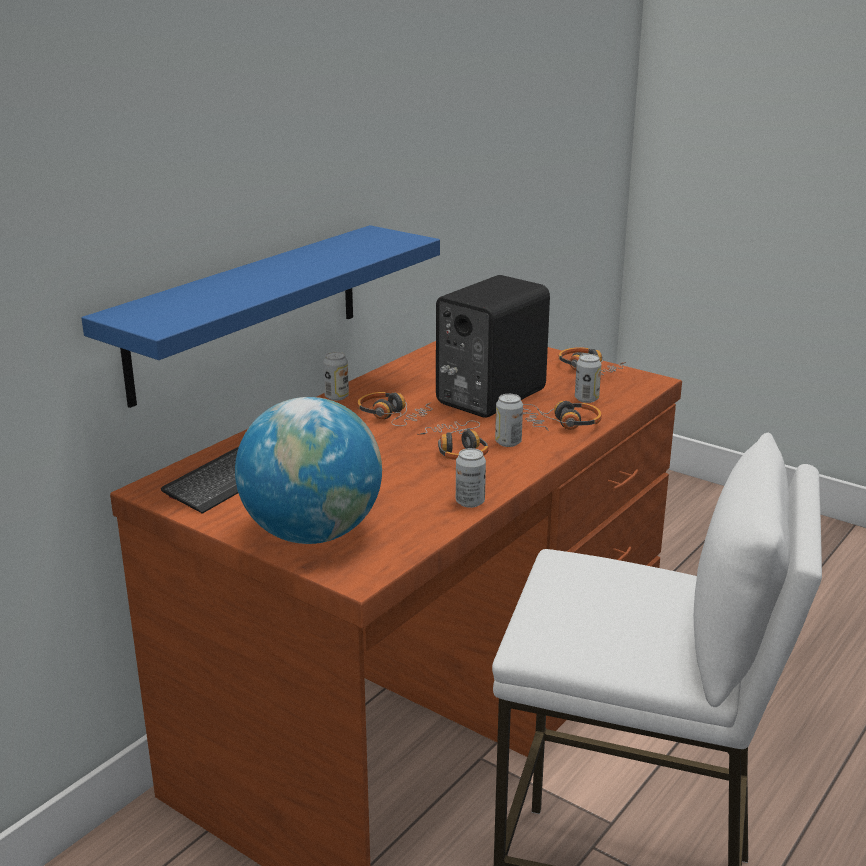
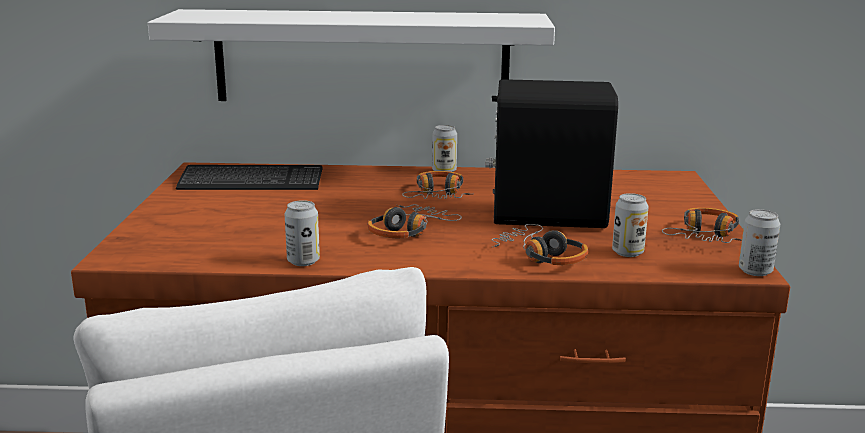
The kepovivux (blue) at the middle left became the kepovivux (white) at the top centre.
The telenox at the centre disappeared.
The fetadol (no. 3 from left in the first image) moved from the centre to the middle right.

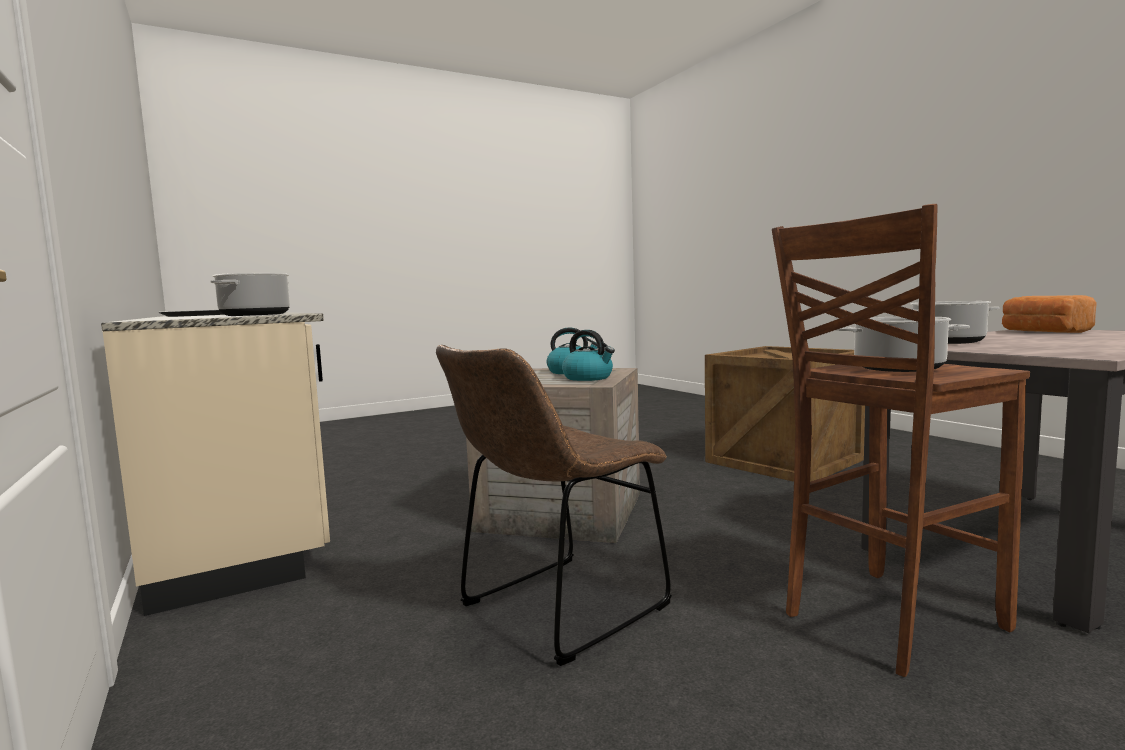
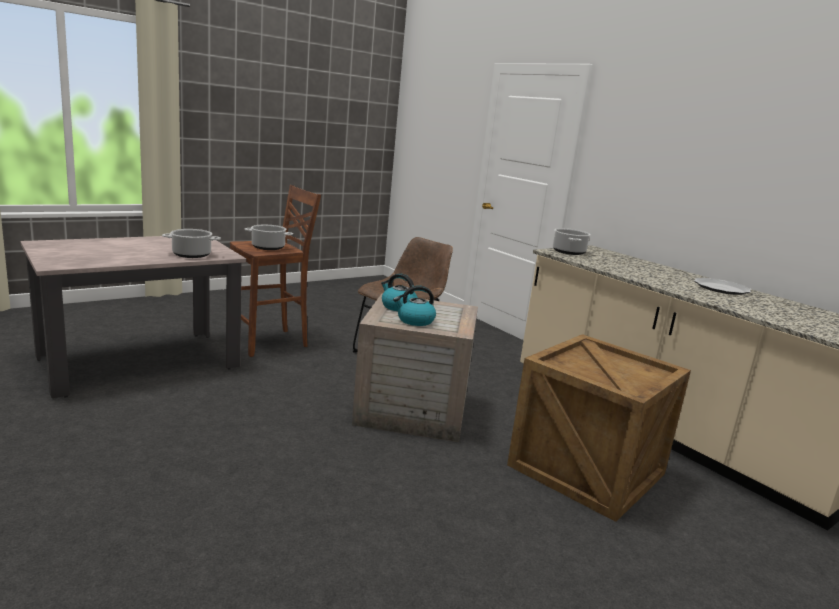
The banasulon (no. 2 from left) moved from the middle right to the bottom right.
The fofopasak at the middle right disappeared.

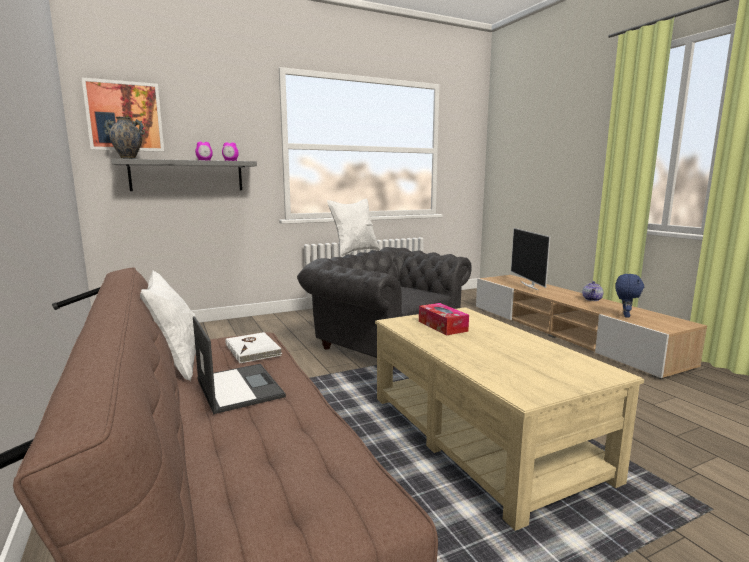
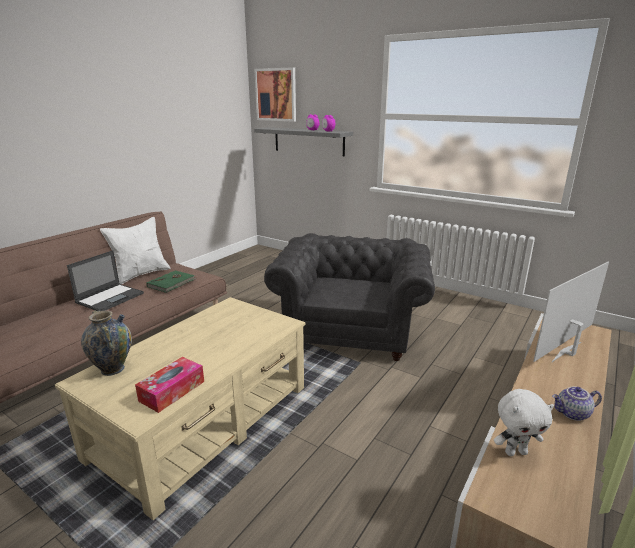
The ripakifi moved from the top left to the middle left.
The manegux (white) at the centre became the manegux (green) at the middle left.
The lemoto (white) (no. 2 from left) at the centre disappeared.
The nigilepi moved from the centre to the bottom left.
The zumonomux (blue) at the middle right became the zumonomux (white) at the bottom right.

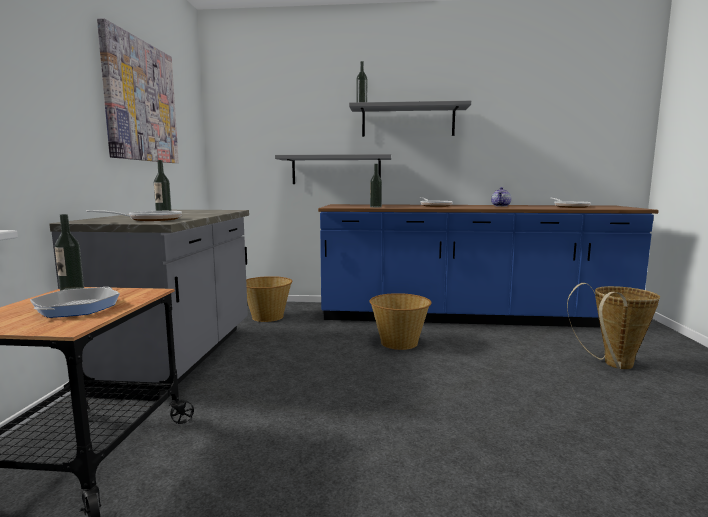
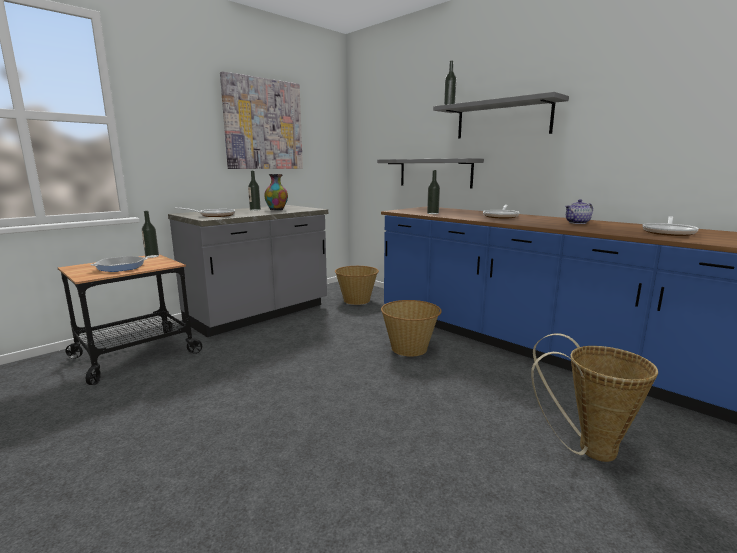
The ripakifi at the centre appeared.

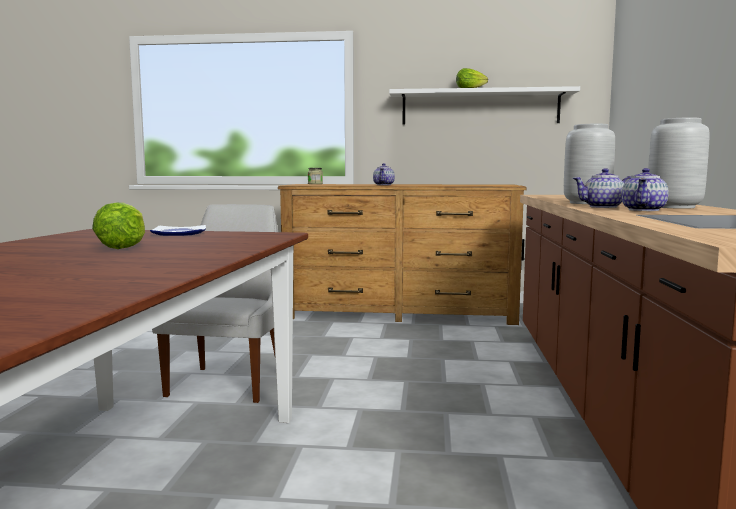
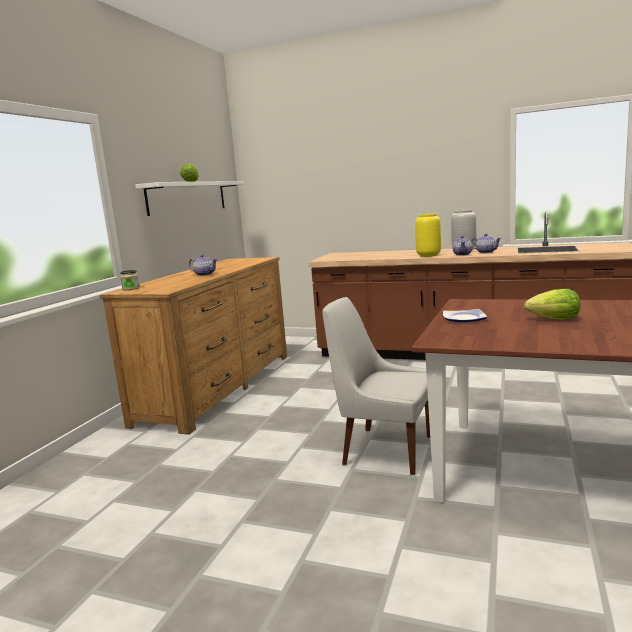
The ripakifi (grey) (no. 1 from left) at the top right became the ripakifi (yellow) at the middle right.

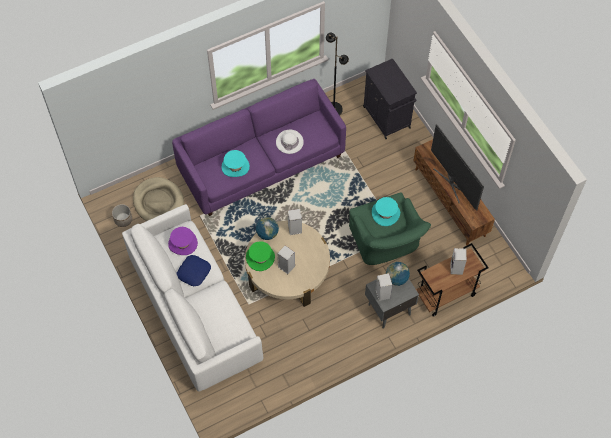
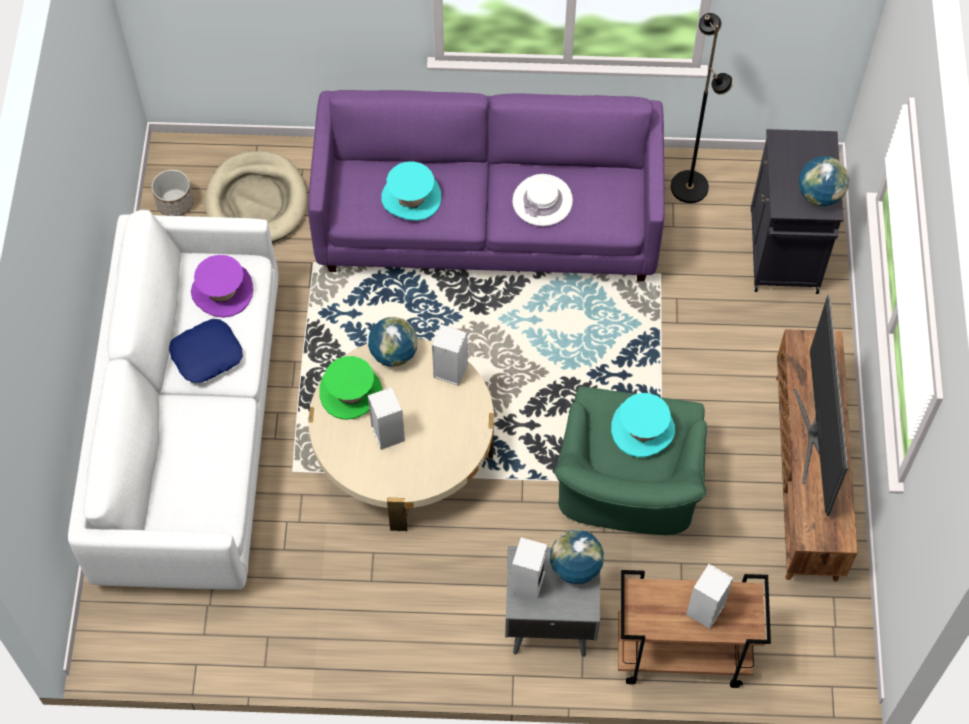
The telenox (no. 3 from left) at the top right appeared.

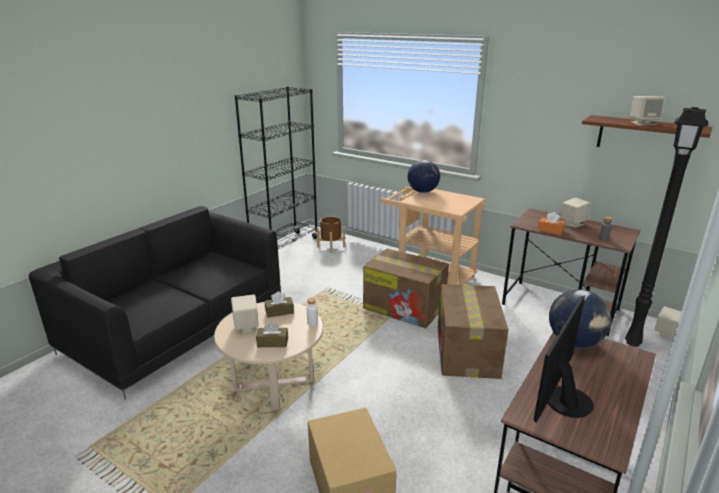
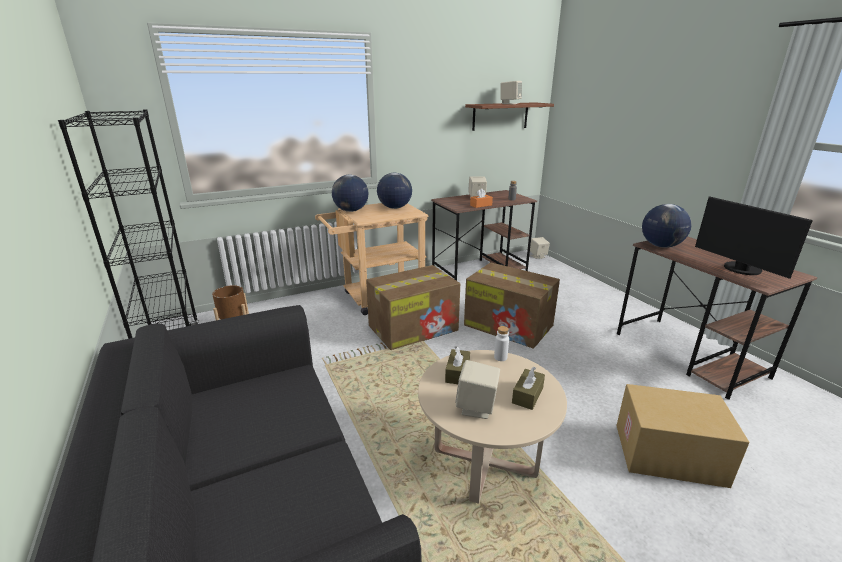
The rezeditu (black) at the middle right disappeared.
The telenox (no. 2 from left) at the centre appeared.

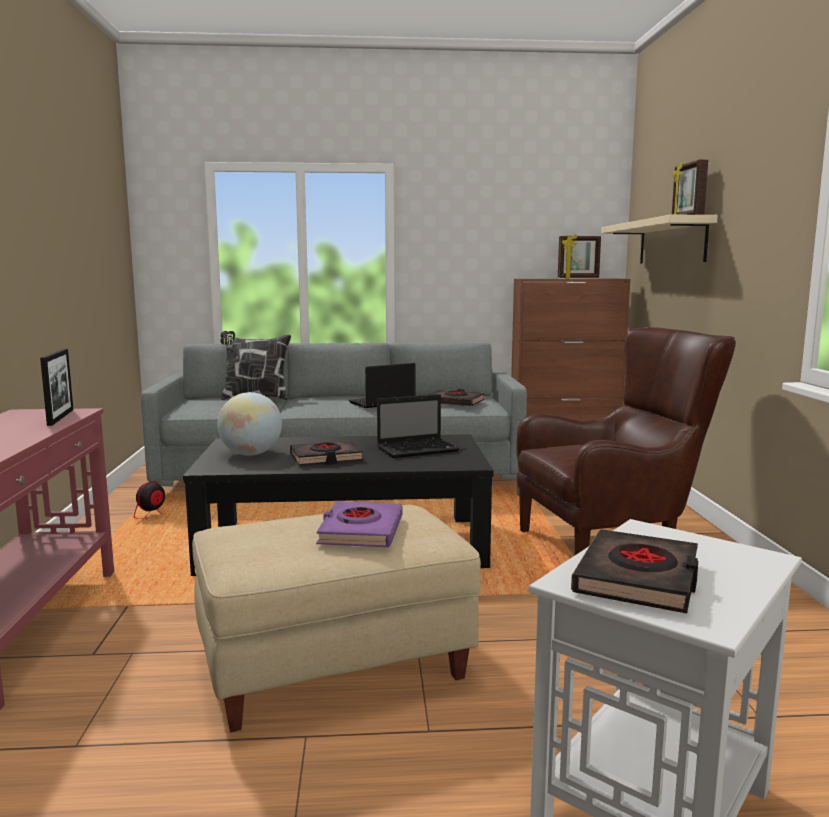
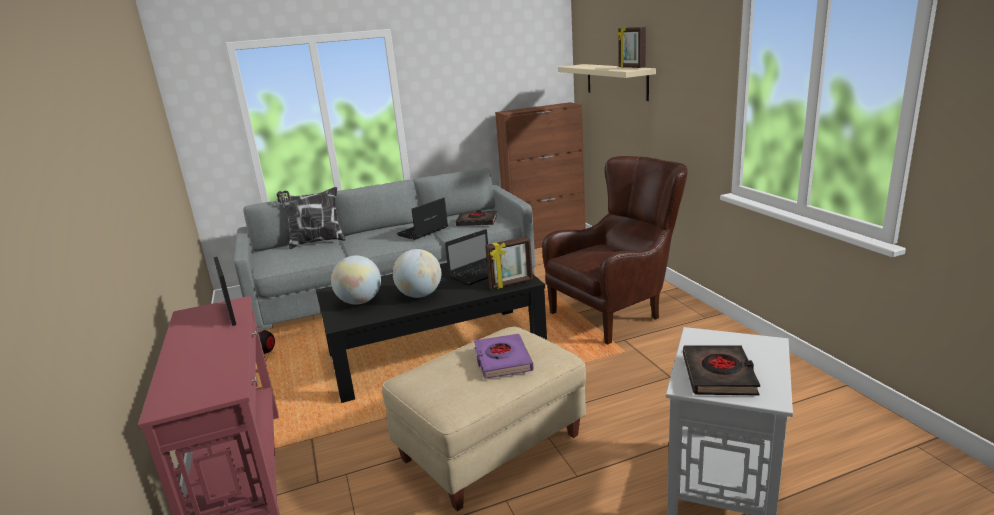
The manegux (black) (no. 1 from left) at the centre was replaced by the telenox (no. 2 from left) at the centre.
The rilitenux (no. 2 from left) moved from the top right to the centre.

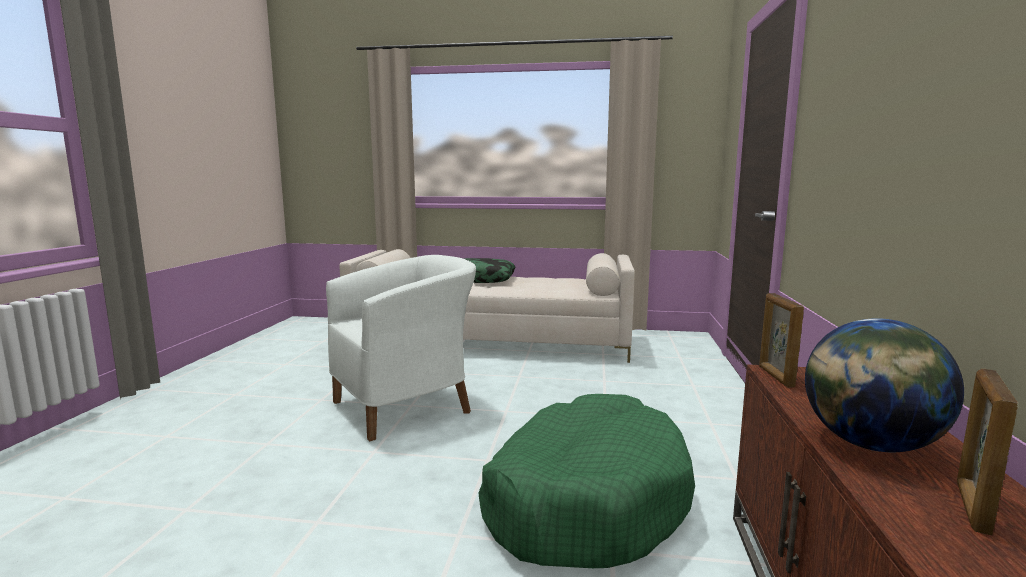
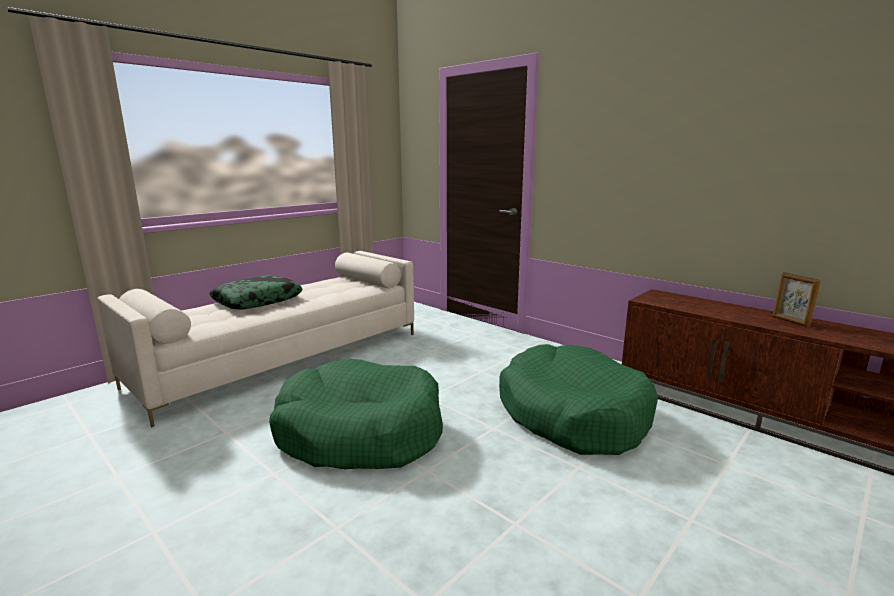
The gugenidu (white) at the centre was replaced by the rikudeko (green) (no. 1 from left) at the bottom centre.
The rilitenux (no. 1 from left) at the middle right disappeared.
The telenox at the bottom right disappeared.

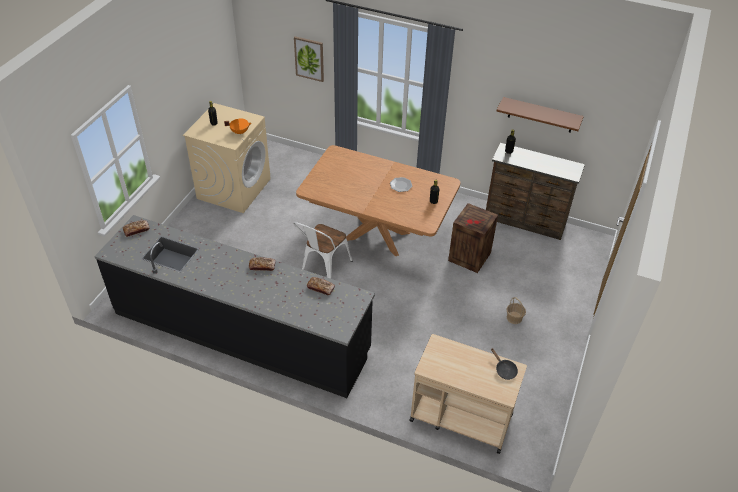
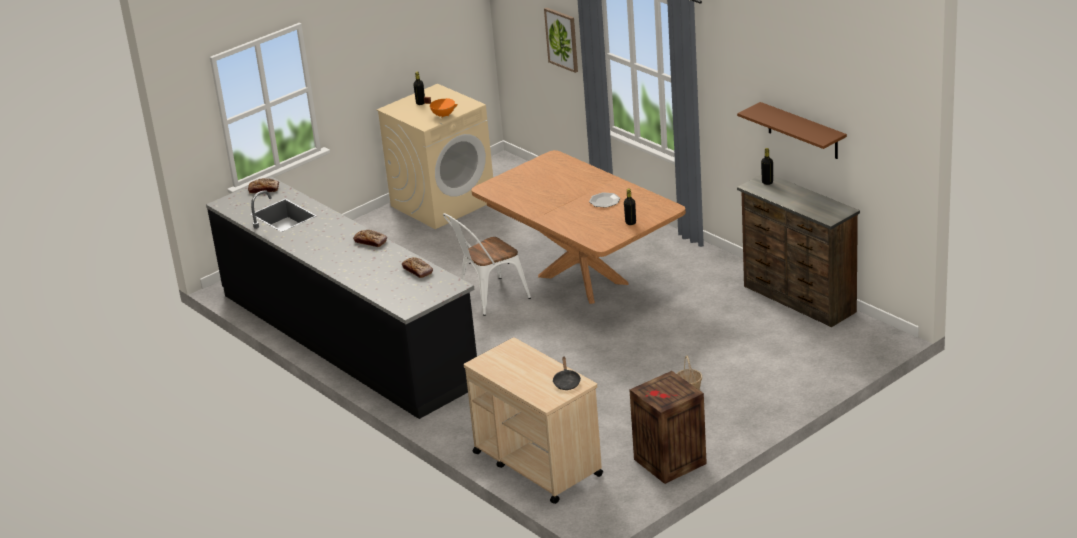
The banasulon moved from the centre to the bottom centre.

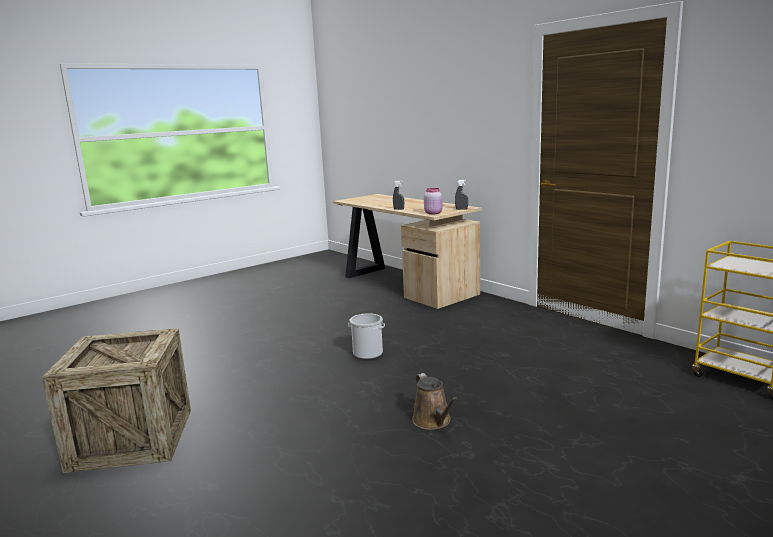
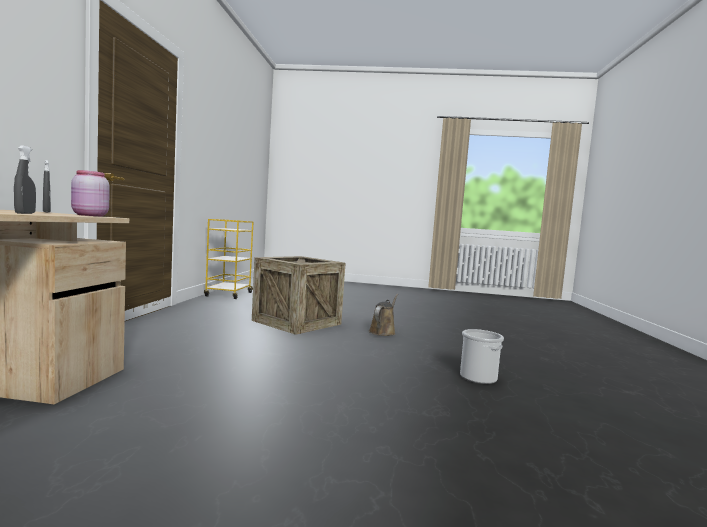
The banasulon moved from the bottom left to the centre.
The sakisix moved from the centre to the bottom right.

